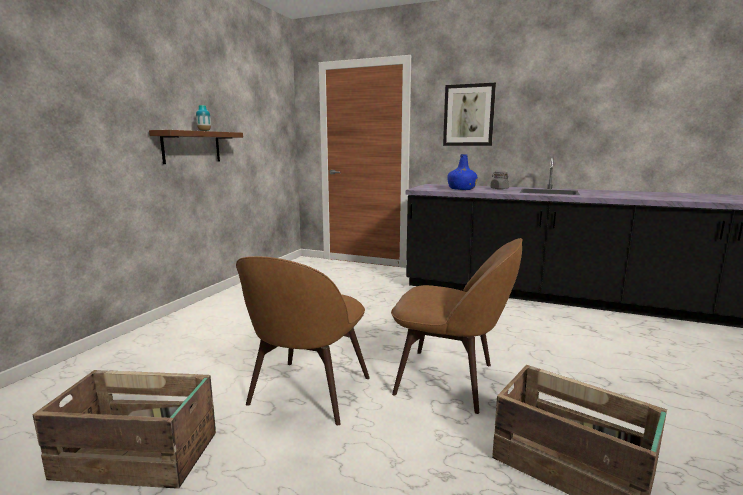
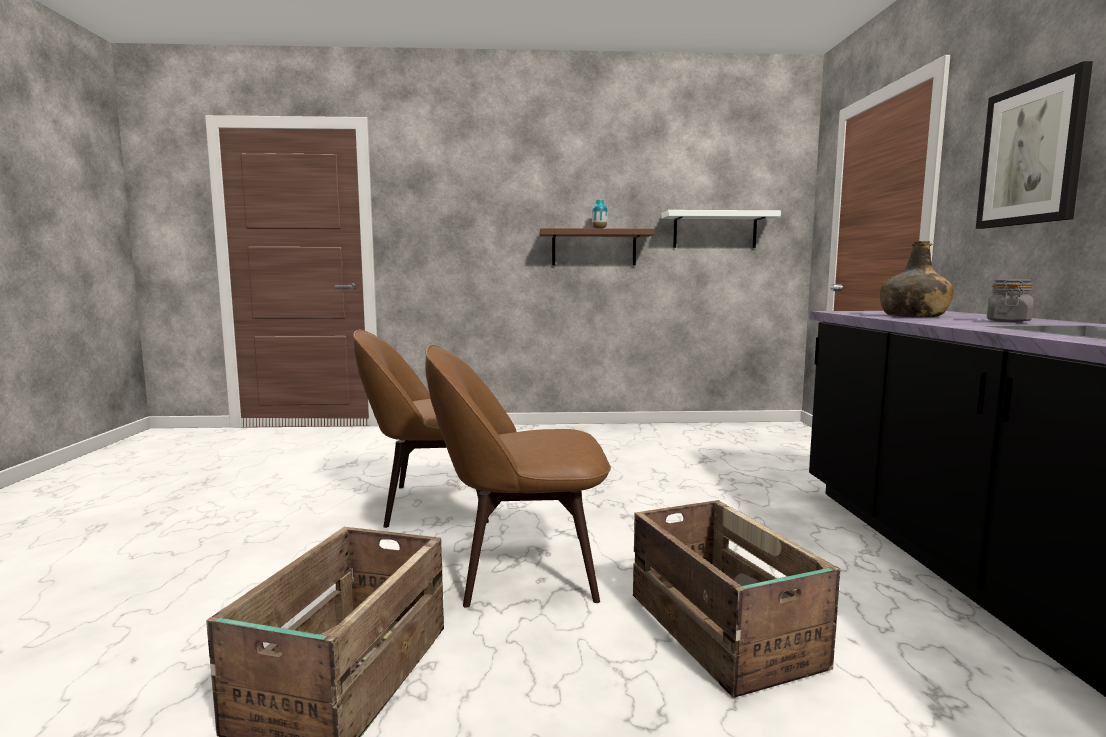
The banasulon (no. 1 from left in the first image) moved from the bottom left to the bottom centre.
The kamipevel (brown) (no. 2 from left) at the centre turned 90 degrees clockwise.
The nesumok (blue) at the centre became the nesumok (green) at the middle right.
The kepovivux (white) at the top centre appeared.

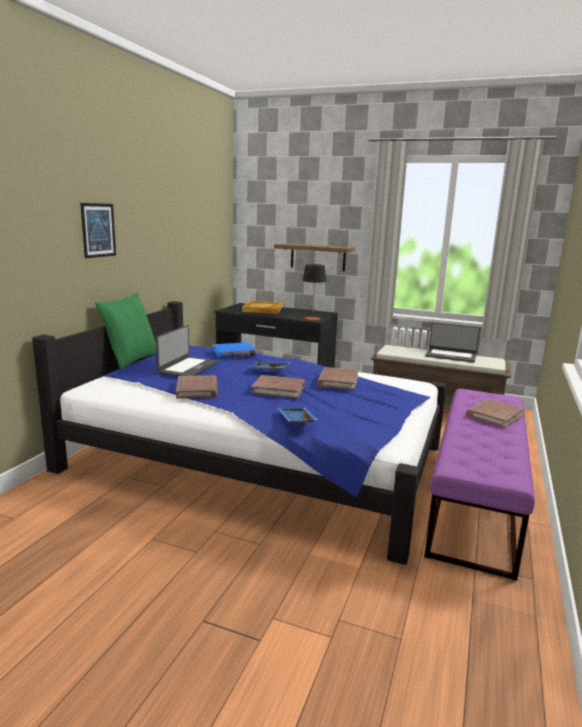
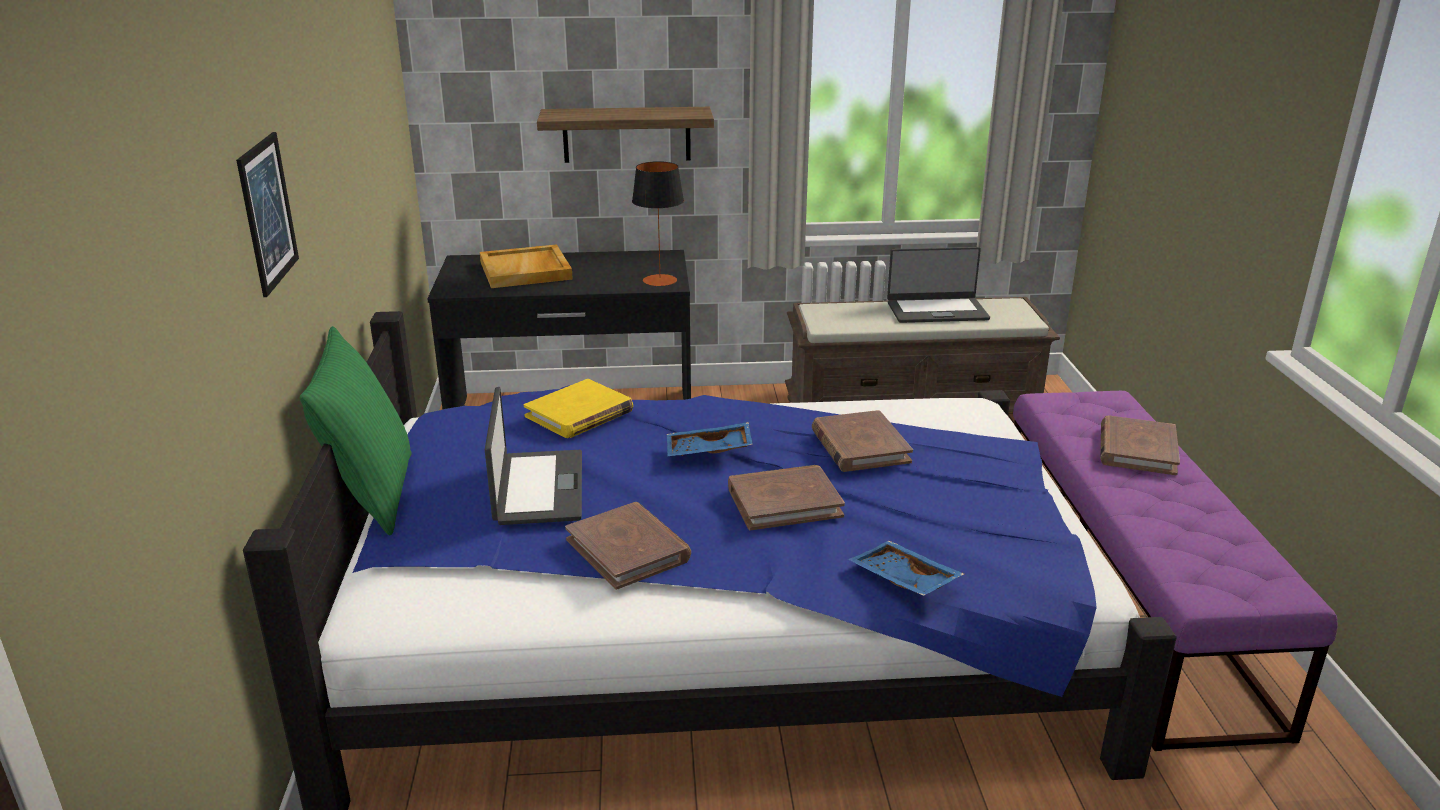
The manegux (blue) at the centre became the manegux (yellow) at the centre.

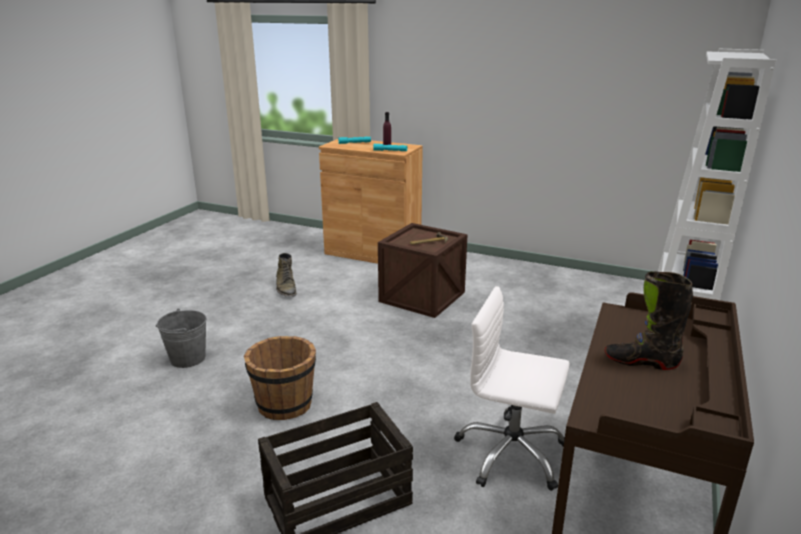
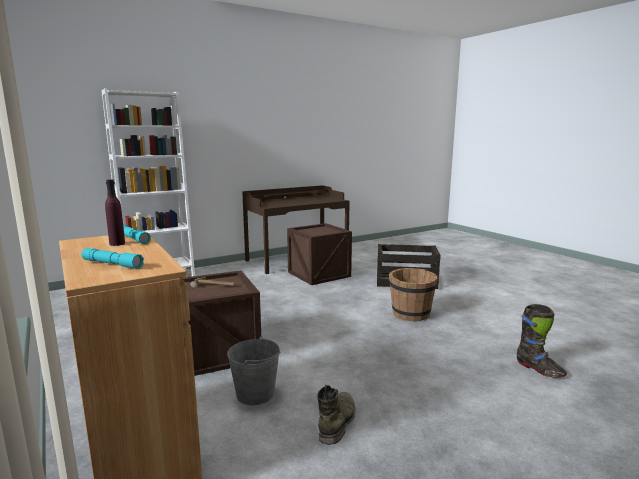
The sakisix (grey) moved from the middle left to the bottom centre.
The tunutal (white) at the bottom centre was replaced by the banasulon (no. 2 from left) at the centre.
The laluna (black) moved from the middle right to the bottom right.

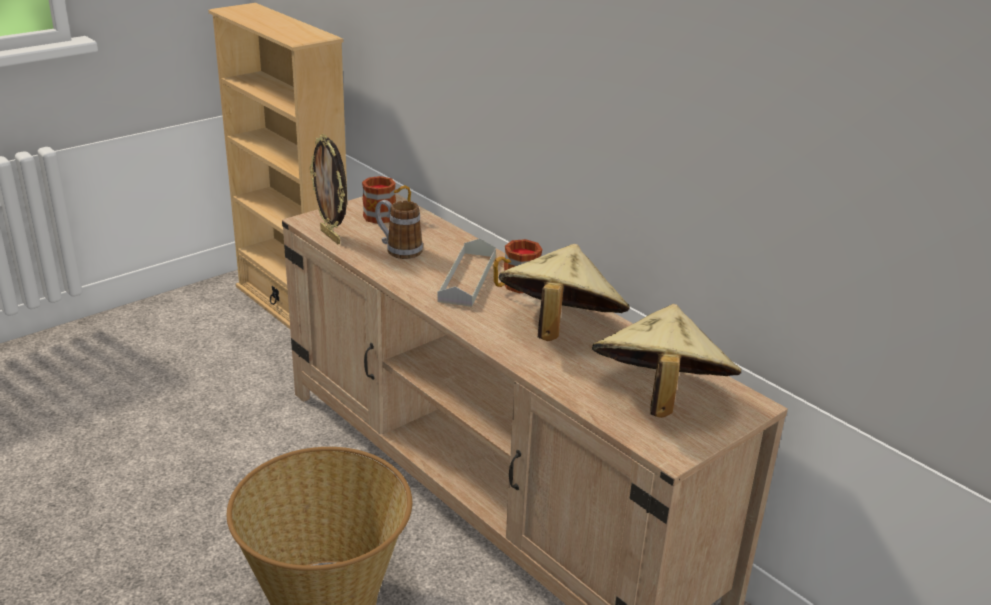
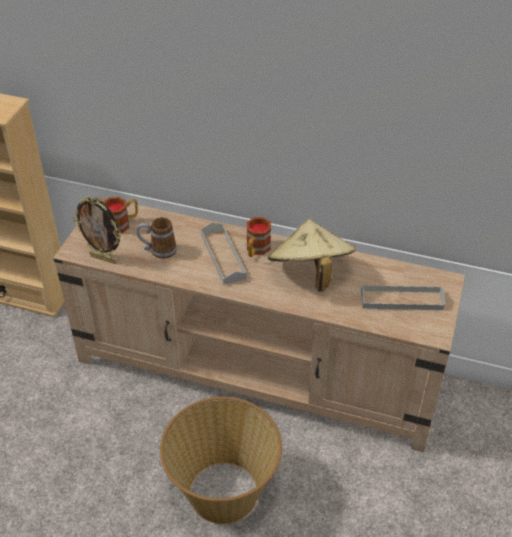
The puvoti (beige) (no. 2 from left) at the middle right was replaced by the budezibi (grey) (no. 2 from left) at the middle right.

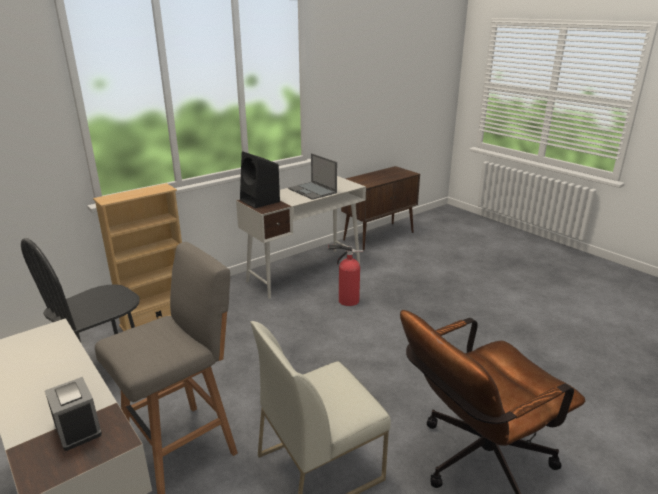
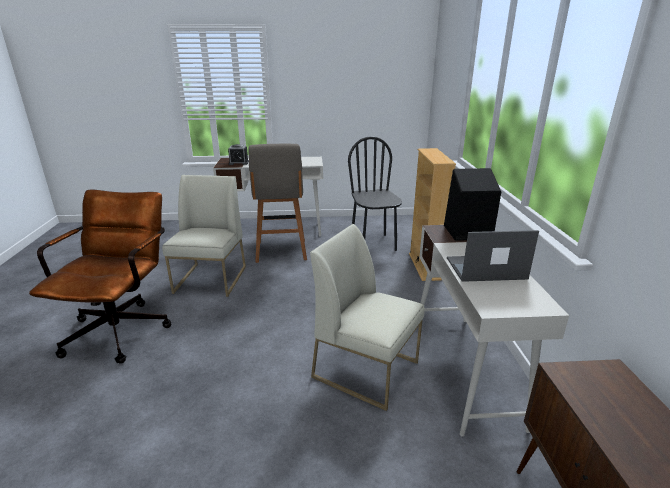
The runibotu at the centre was replaced by the kamipevel (white) (no. 2 from left) at the centre.

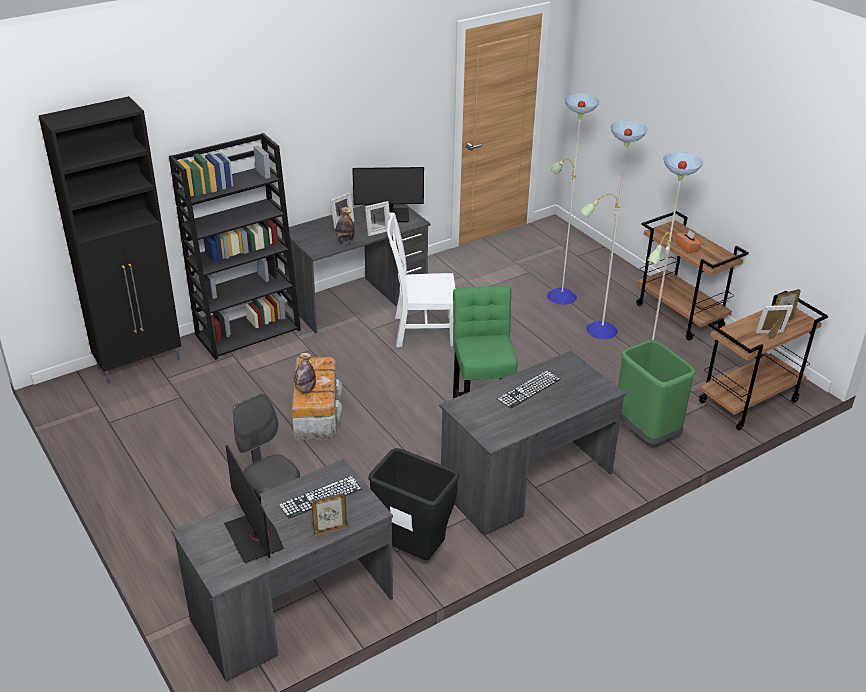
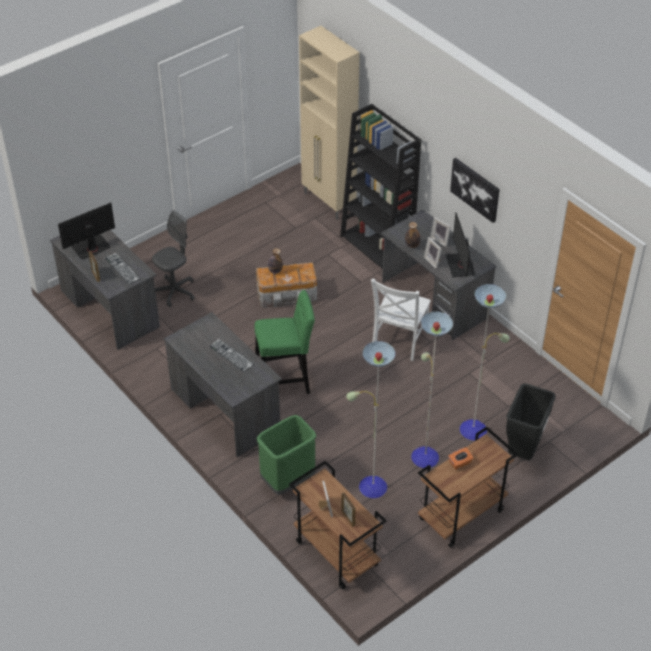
The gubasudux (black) at the middle left became the gubasudux (beige) at the top centre.
The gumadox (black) moved from the bottom centre to the middle right.
The kamipevel (white) at the centre turned 150 degrees counterclockwise.
The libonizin at the top right appeared.

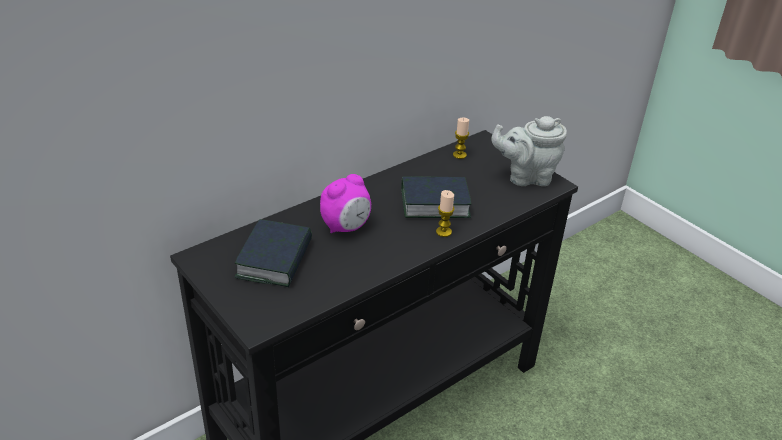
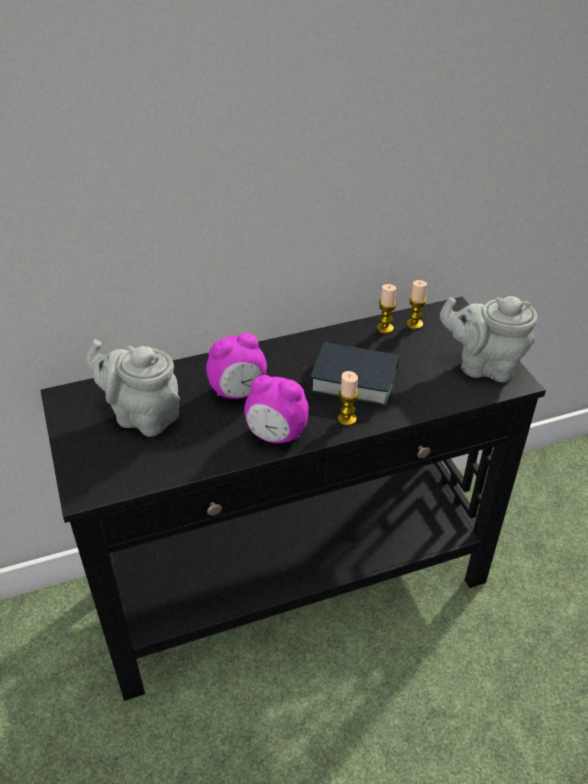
The manegux (no. 1 from left) at the centre was replaced by the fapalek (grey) (no. 1 from left) at the middle left.
The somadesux (no. 2 from left) at the centre appeared.
The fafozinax (no. 2 from left) at the centre appeared.

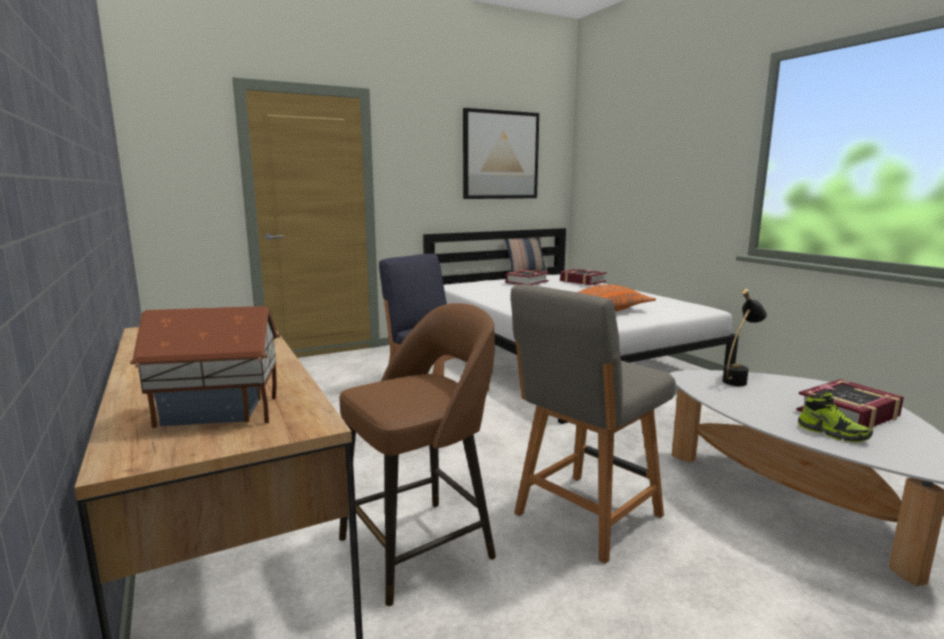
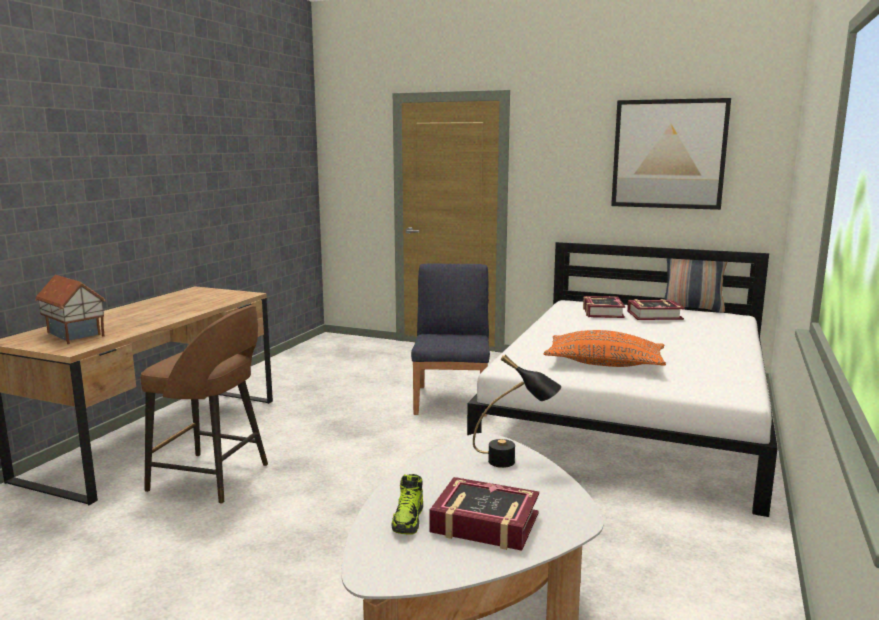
The kamipevel (grey) at the centre disappeared.
The manegux (no. 2 from left) moved from the centre to the middle right.

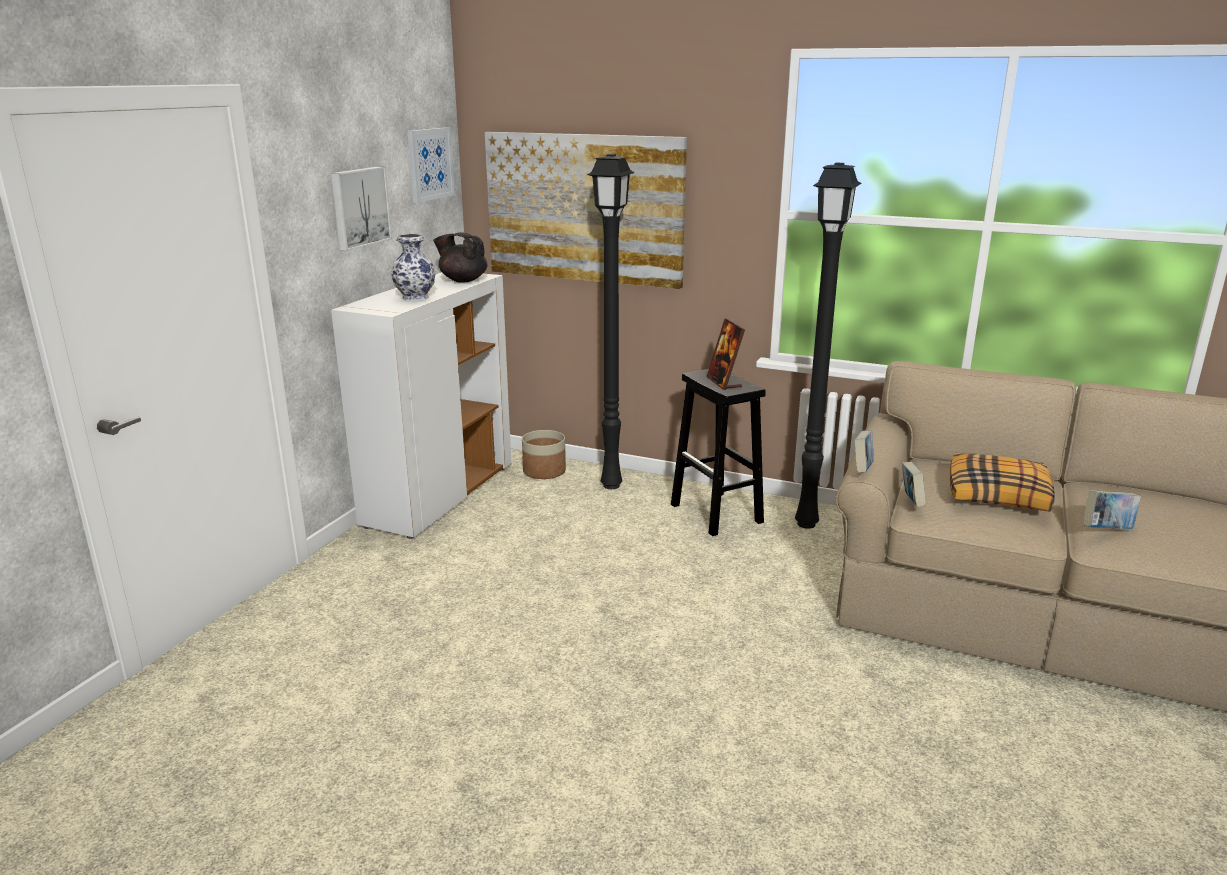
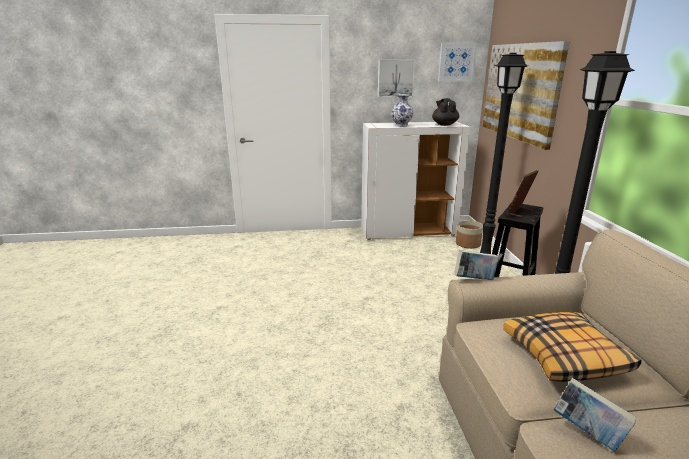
The manegux (no. 2 from left) at the middle right disappeared.

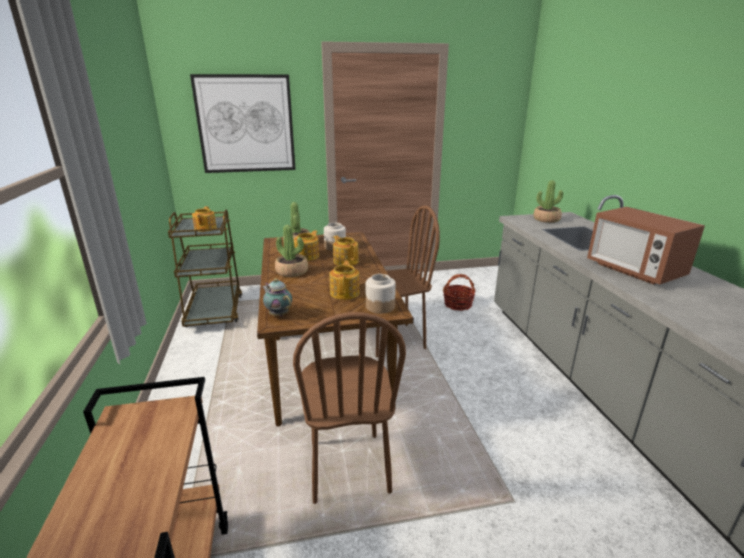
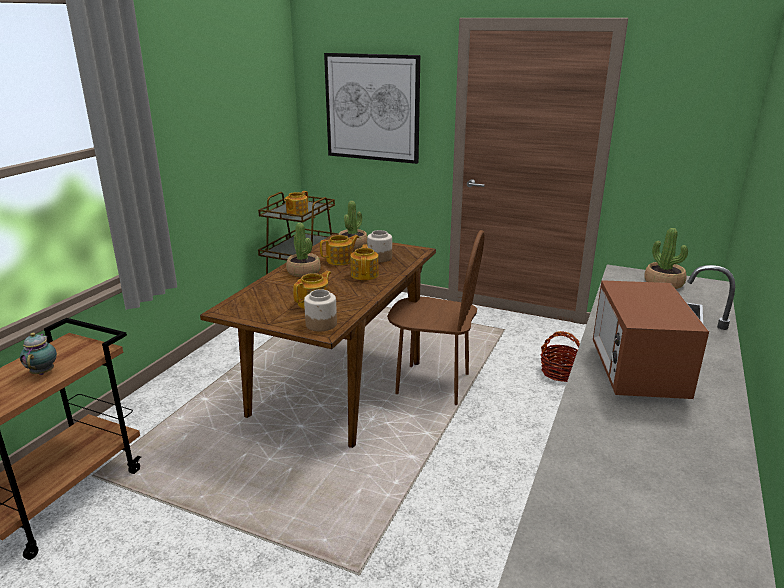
The fapalek (no. 2 from left in the first image) moved from the centre to the middle left.
The kamipevel (brown) (no. 1 from left) at the bottom centre disappeared.

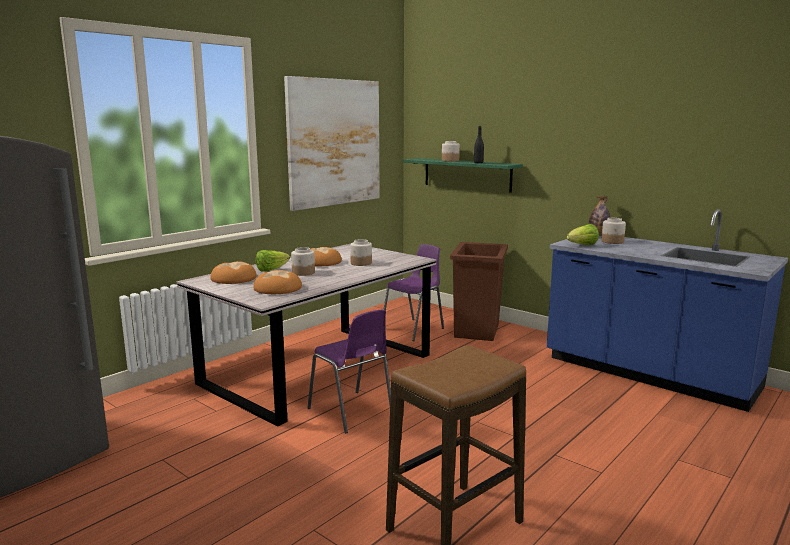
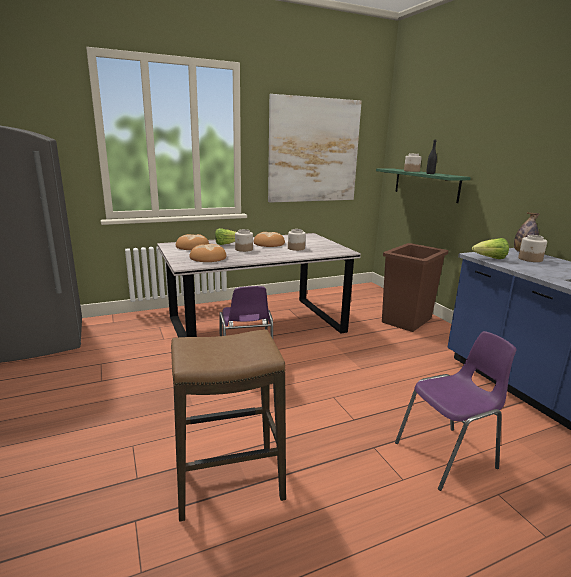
The kamipevel (purple) (no. 2 from left) moved from the centre to the bottom right.

